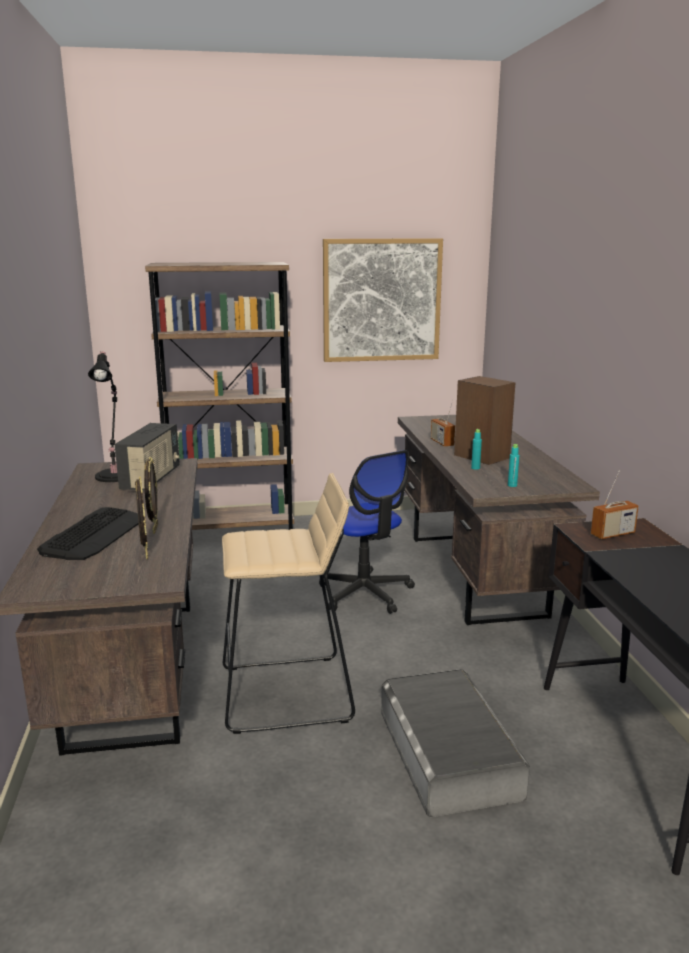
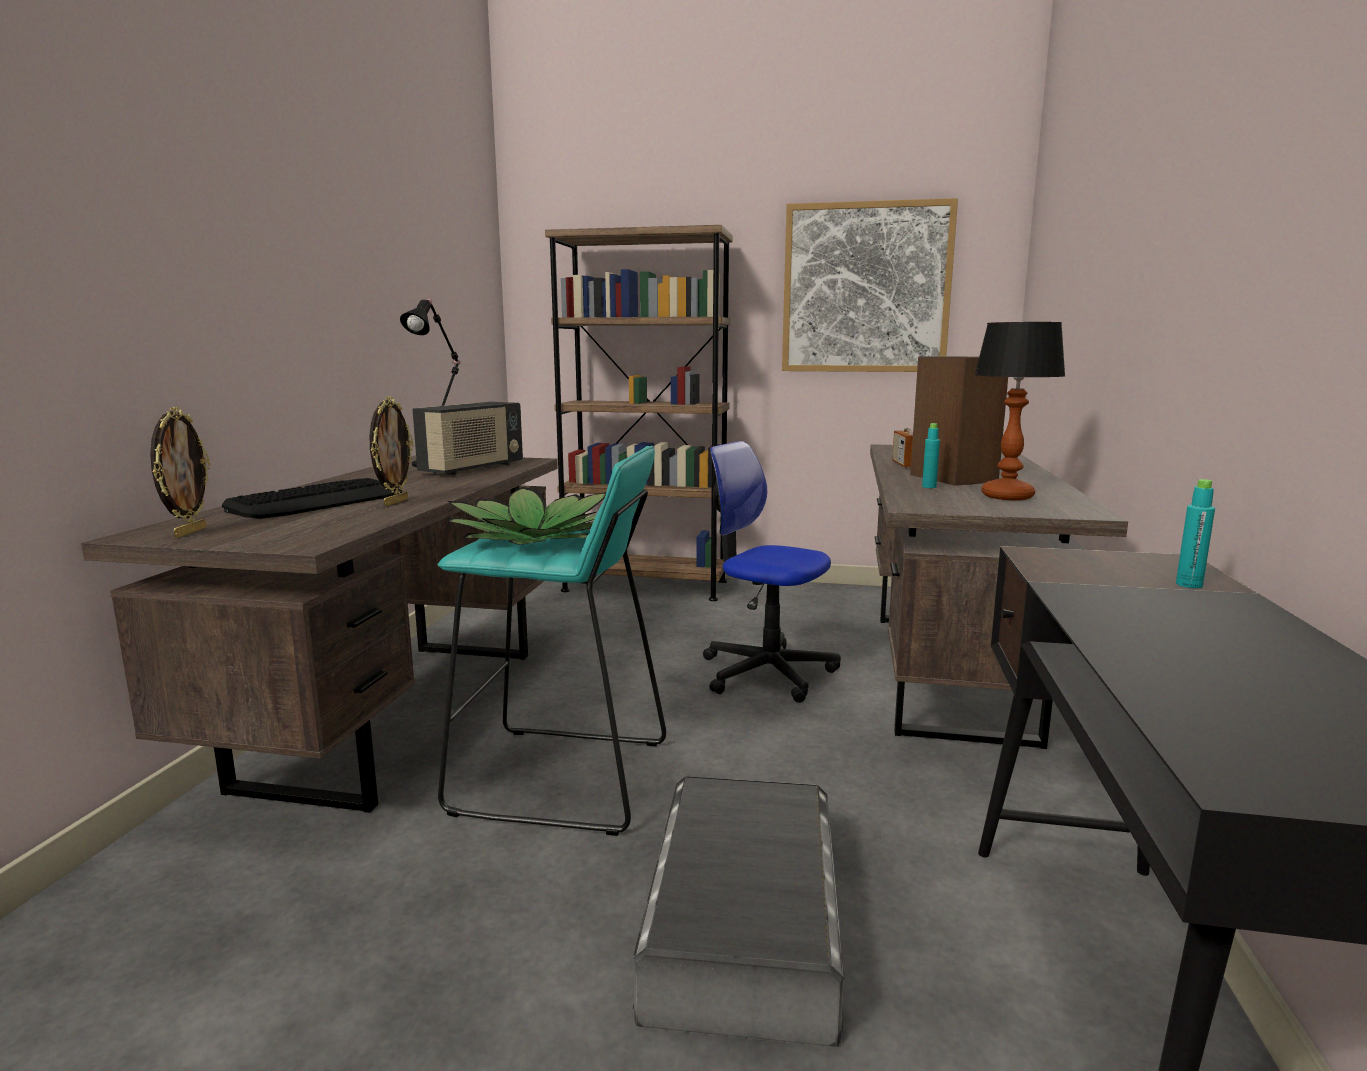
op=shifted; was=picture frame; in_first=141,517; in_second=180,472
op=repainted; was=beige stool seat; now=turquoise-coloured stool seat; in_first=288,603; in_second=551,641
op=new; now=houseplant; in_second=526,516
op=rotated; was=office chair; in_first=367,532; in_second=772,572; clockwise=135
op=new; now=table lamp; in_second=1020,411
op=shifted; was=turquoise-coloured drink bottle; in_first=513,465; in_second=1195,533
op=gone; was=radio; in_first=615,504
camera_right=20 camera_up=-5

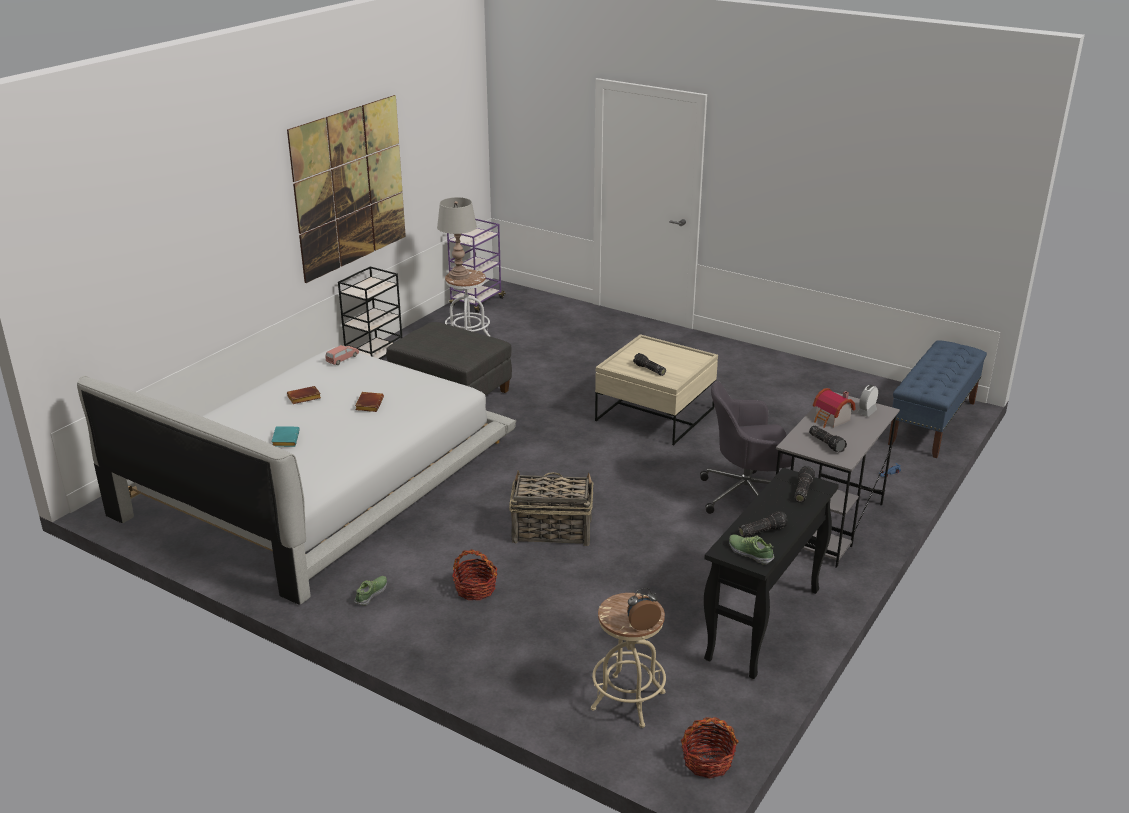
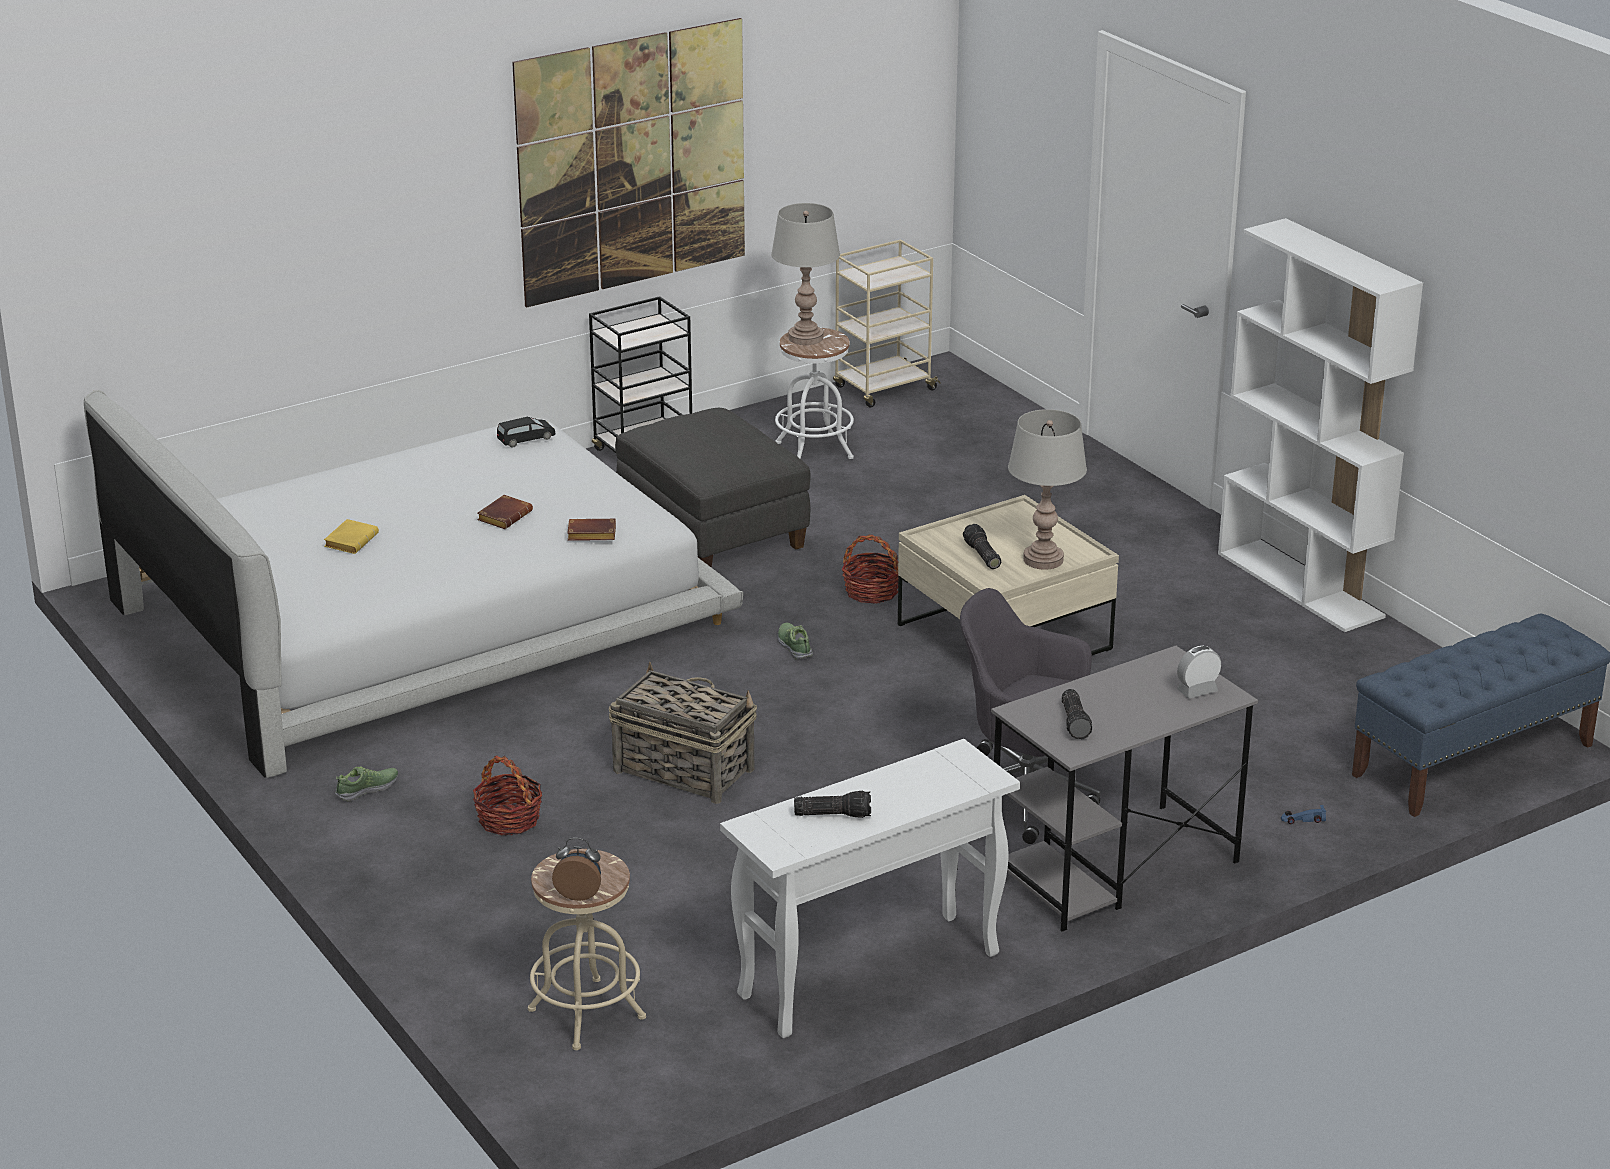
op=repainted; was=turquoise-coloured book; now=yellow-coloured book; in_first=285,436; in_second=351,536
op=repainted; was=pink-coloured miniature car; now=black miniature car; in_first=342,355; in_second=526,432
op=shifted; was=brownish book; in_first=304,395; in_second=591,529
op=repainted; was=black narrow table; now=white narrow table; in_first=771,573; in_second=870,888
op=shifted; was=item of footwear; in_first=751,549; in_second=795,641
op=repainted; was=purplish wheeled cart; now=beige wheeled cart; in_first=476,266; in_second=887,323
op=shifted; was=basket; in_first=710,748; in_second=870,568
op=new; now=greyish table lamp; in_second=1047,489
op=new; now=white bookshelf; in_second=1320,425
op=gone; was=torch; in_first=804,484
op=gone; was=toy house; in_first=834,408
camera_right=25 camera_up=0

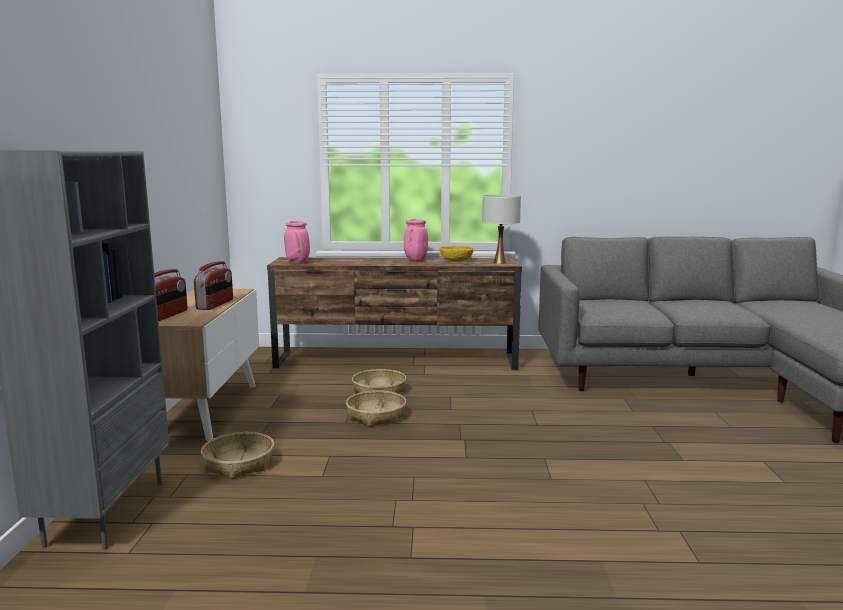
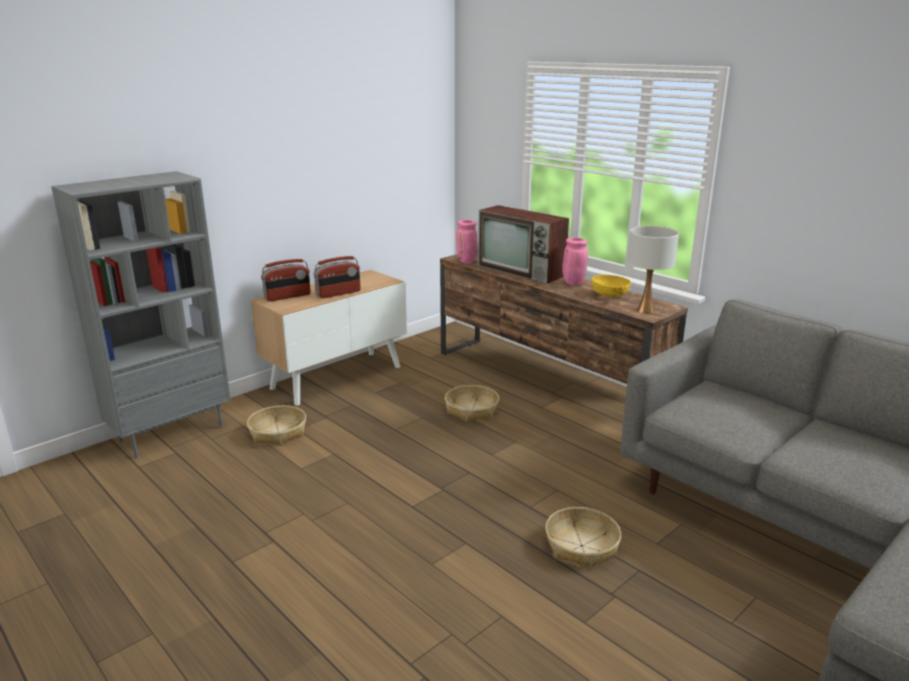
op=new; now=TV; in_second=523,244
op=shifted; was=basket; in_first=376,408; in_second=583,538
camera_right=45 camera_up=10

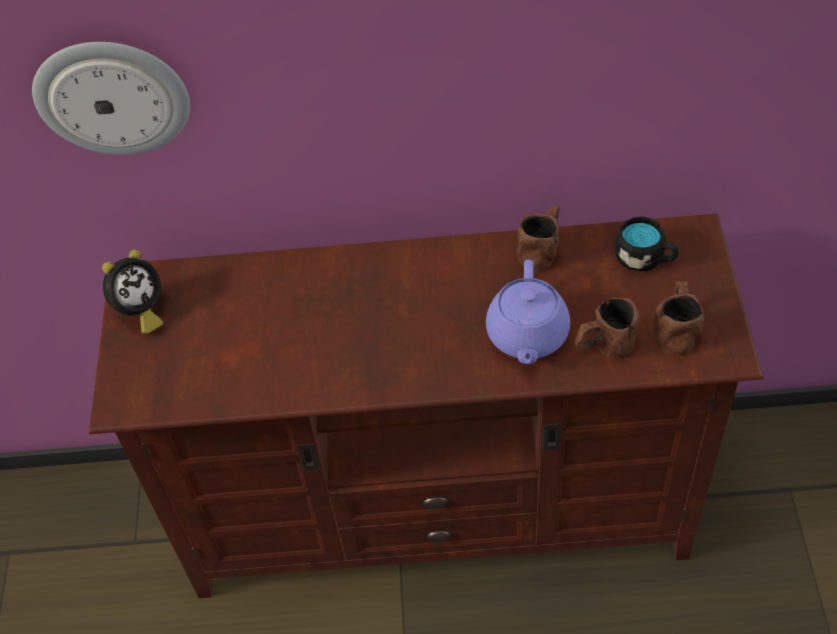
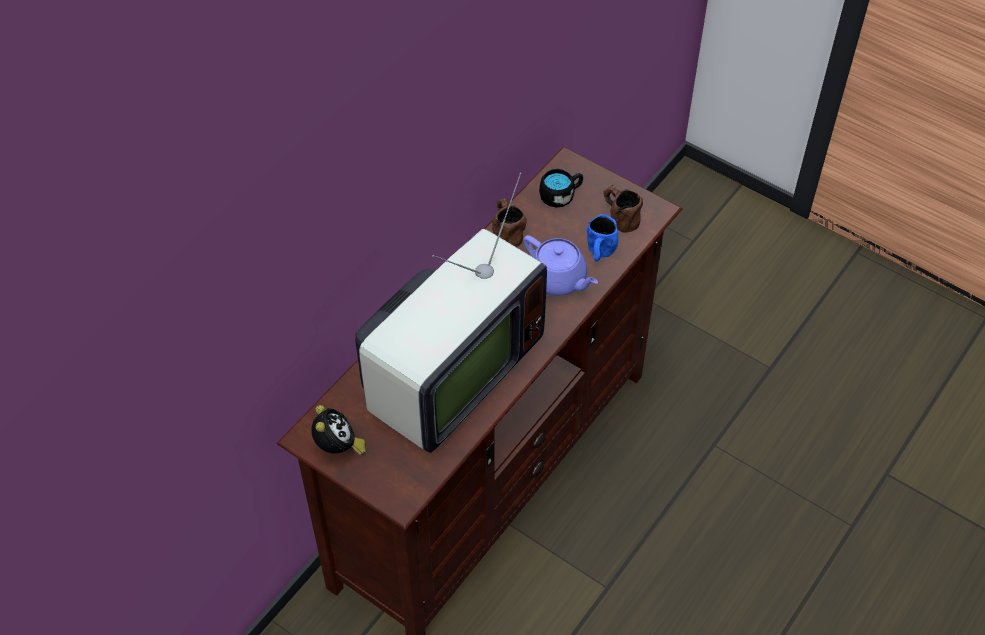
op=new; now=TV; in_second=451,313
op=repainted; was=brownish mug; now=bluish mug; in_first=607,328; in_second=602,237
op=gone; was=clock on the wall; in_first=111,98
camera_right=-55 camera_up=0

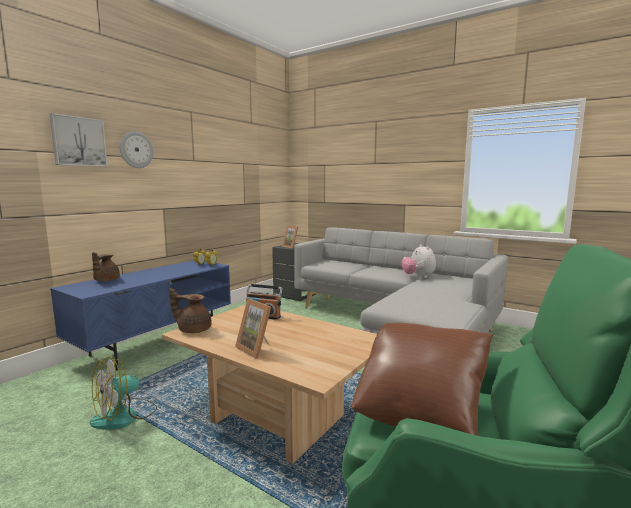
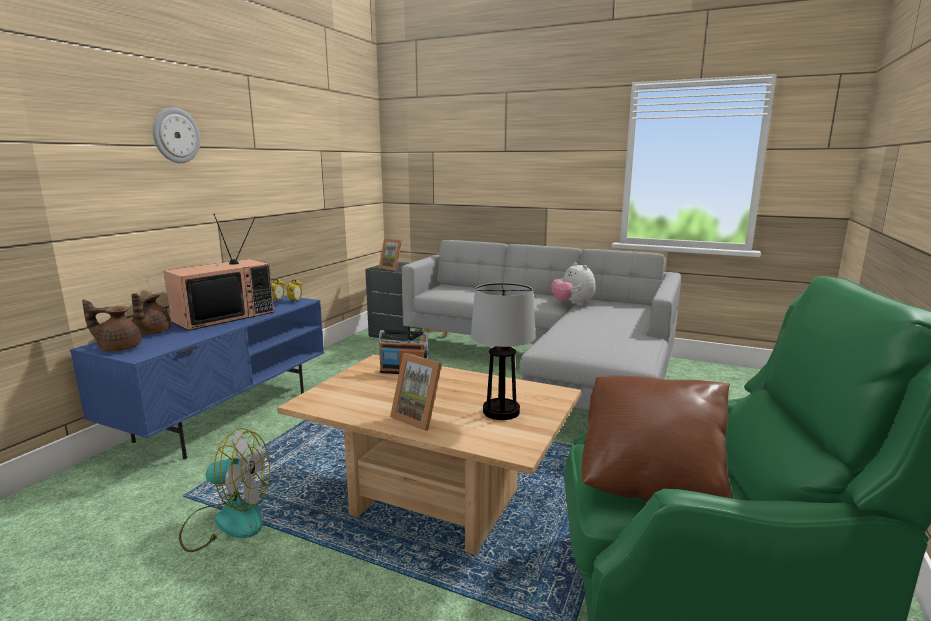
op=shifted; was=brownish teapot; in_first=190,310; in_second=112,325
op=new; now=TV; in_second=218,272
op=rotated; was=fan; in_first=123,392; in_second=224,490; clockwise=-120
op=new; now=table lamp; in_second=503,351
op=gone; was=wall picture; in_first=78,140
camera_right=-10 camera_up=5

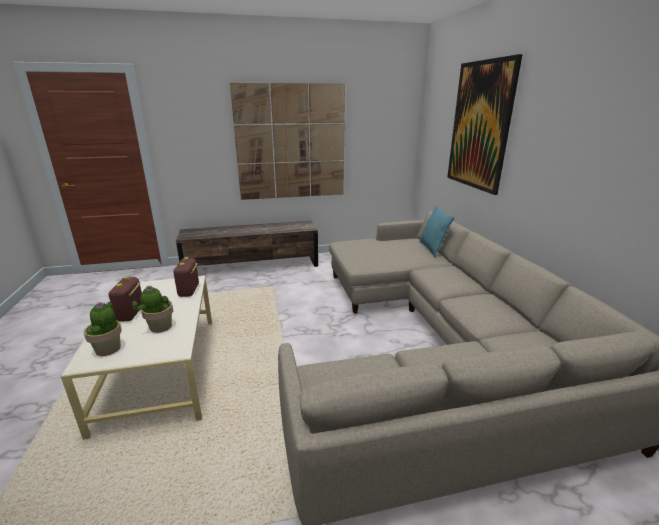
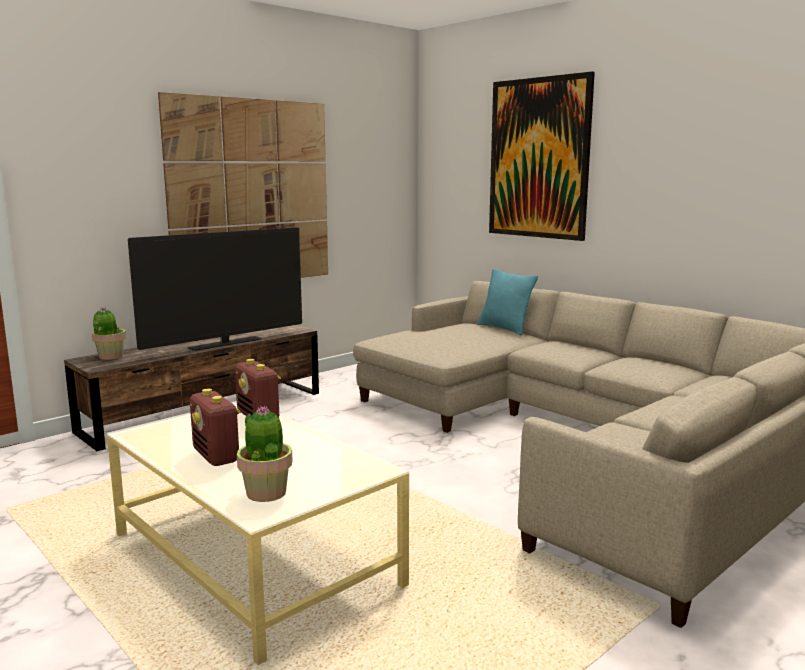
op=shifted; was=houseplant; in_first=152,309; in_second=109,333
op=new; now=TV; in_second=215,289
camera_right=-30 camera_up=-10

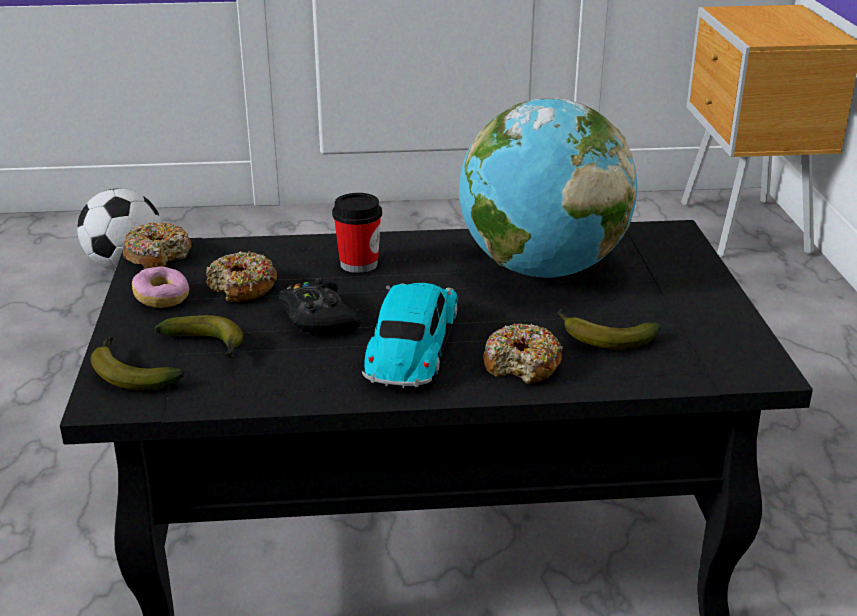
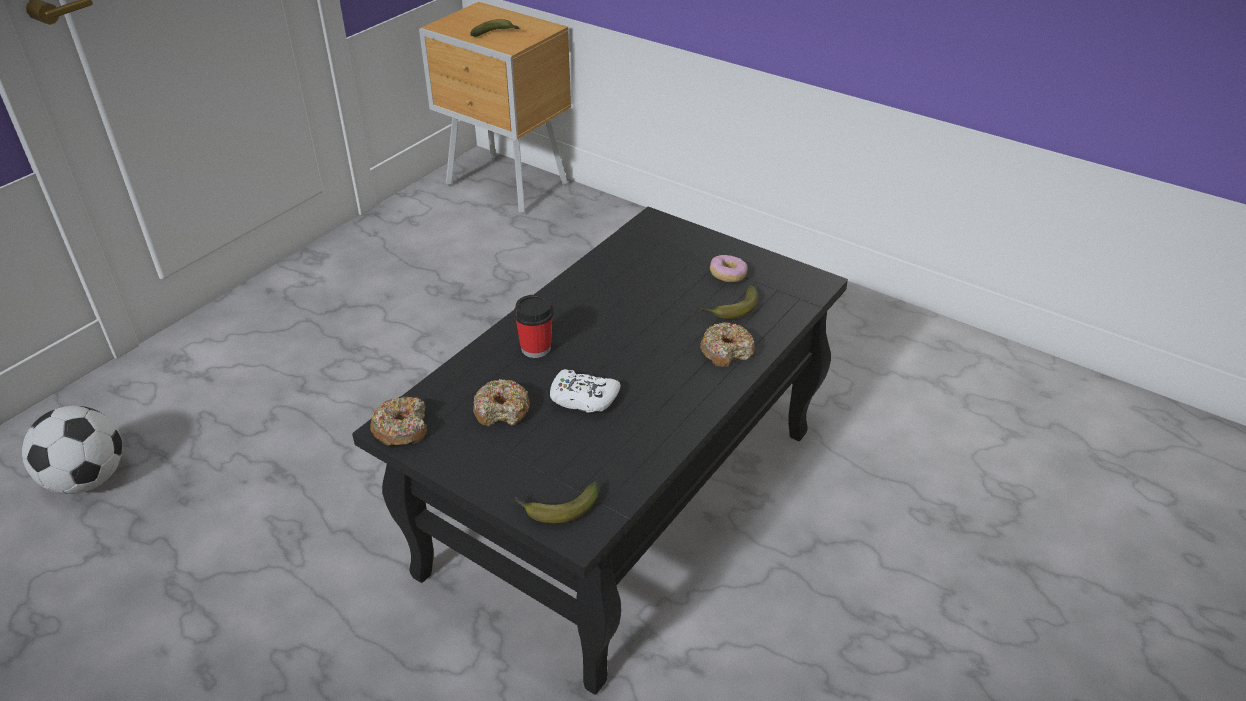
op=shifted; was=whole banana; in_first=198,337; in_second=495,28
op=repainted; was=black game controller; now=white game controller; in_first=319,307; in_second=585,390
op=shifted; was=donut; in_first=160,287; in_second=729,268
op=gone; was=miniature car; in_first=410,335
op=gone; was=desk globe; in_first=548,188
camera_right=-50 camera_up=10

